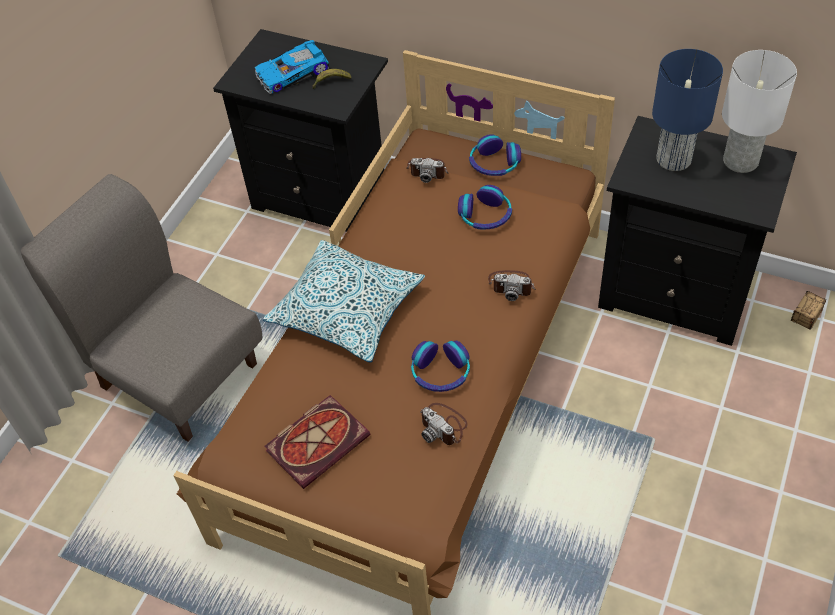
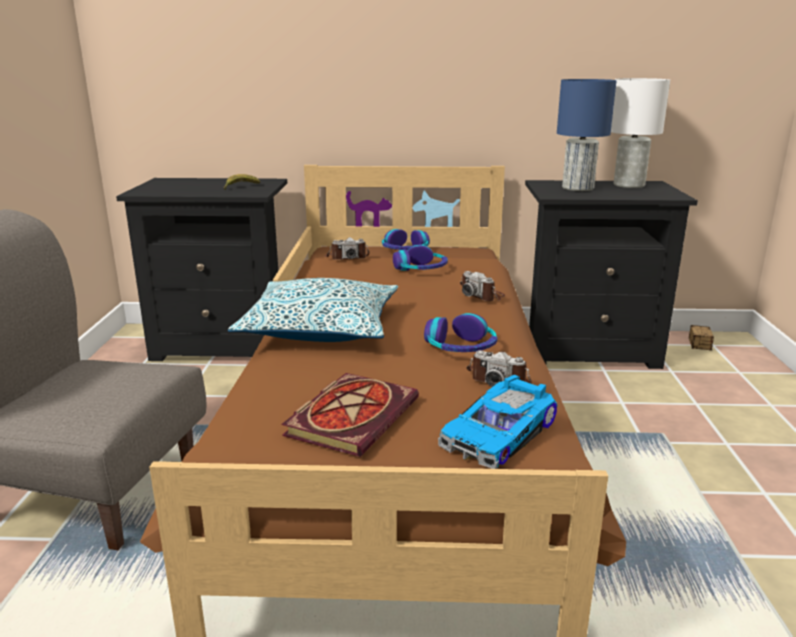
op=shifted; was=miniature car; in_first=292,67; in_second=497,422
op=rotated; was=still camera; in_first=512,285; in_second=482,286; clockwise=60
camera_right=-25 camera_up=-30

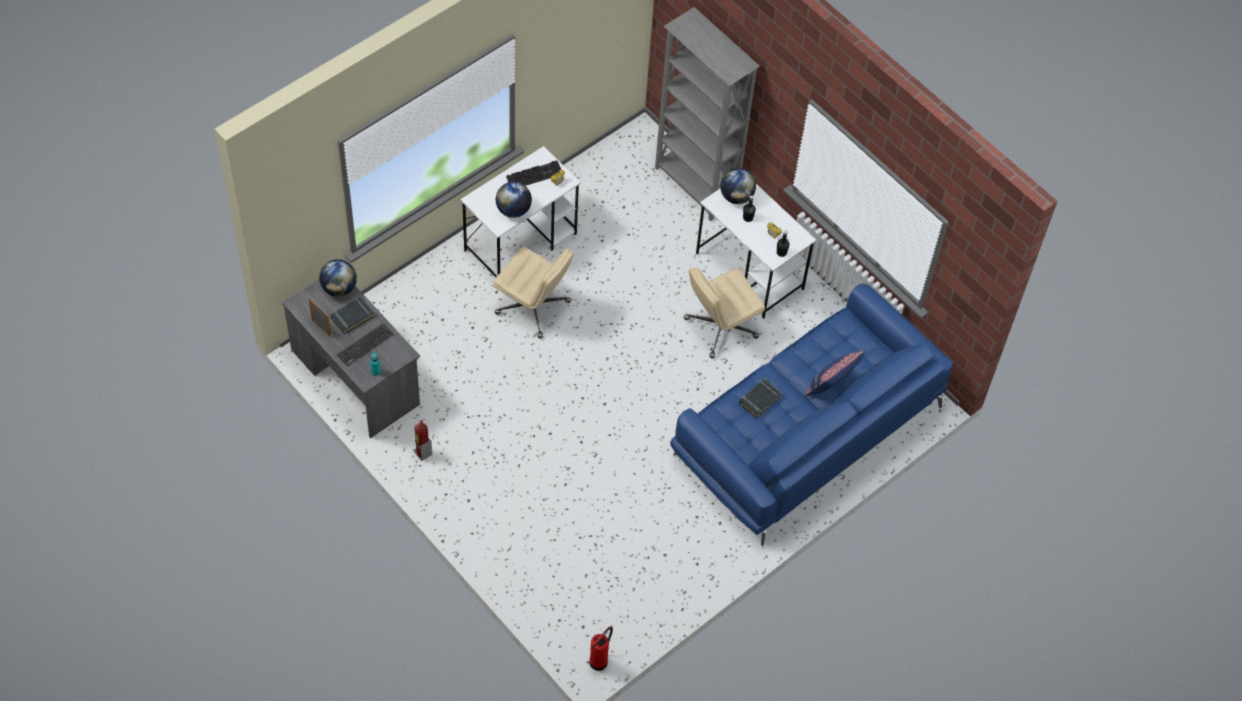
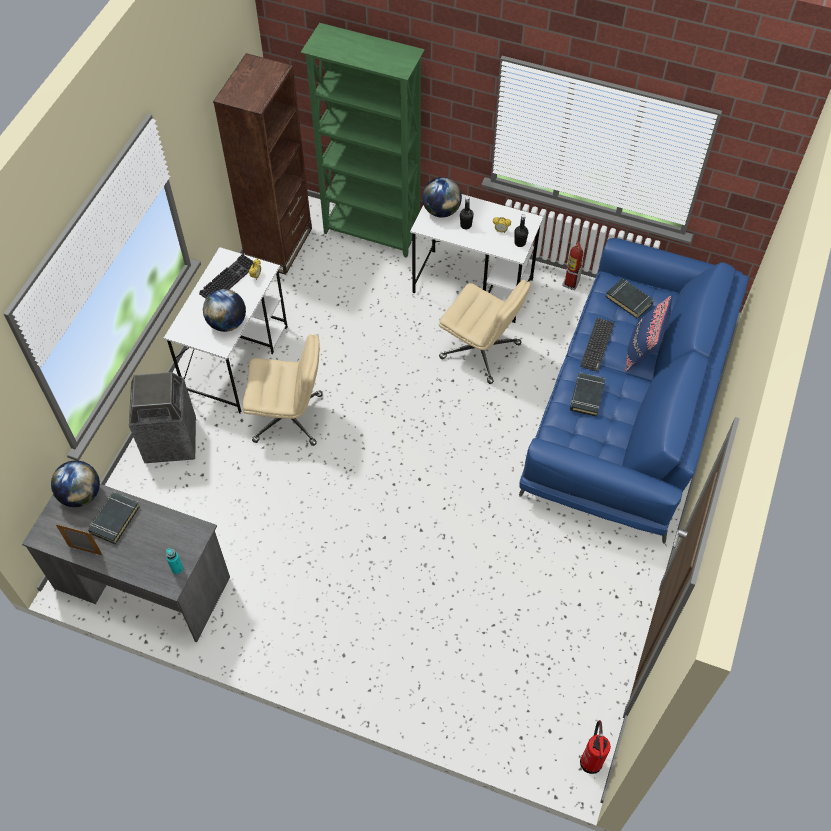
op=new; now=trash can; in_second=162,417
op=new; now=brownish bookshelf; in_second=262,164
op=repainted; was=greyish bookshelf; now=green-coloured bookshelf; in_first=707,114; in_second=362,140
op=rotated; was=beige office chair; in_first=724,312; in_second=485,332; clockwise=-90
op=shifted; was=fire-fighting cylinder; in_first=423,440; in_second=572,266
op=shifted; was=PC keyboard; in_first=365,344; in_second=597,345
op=new; now=black book; in_second=630,298
camera_right=-25 camera_up=0

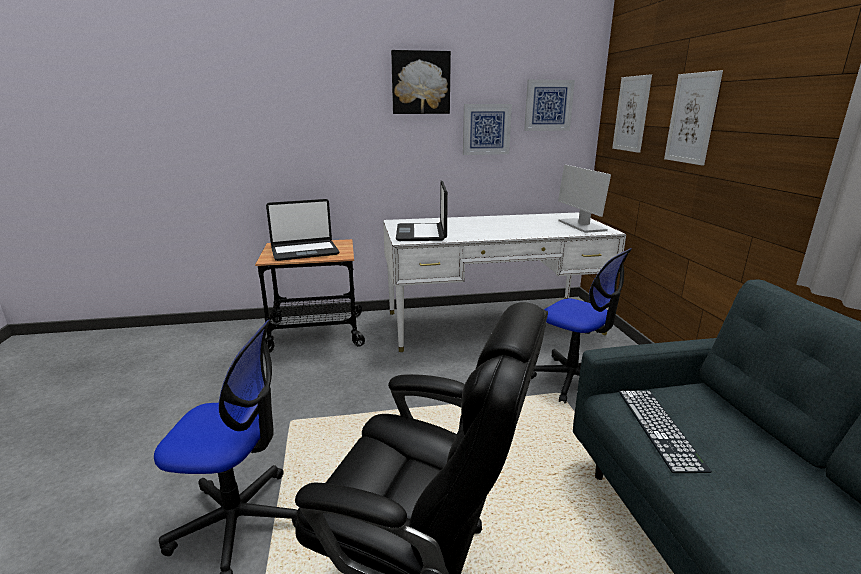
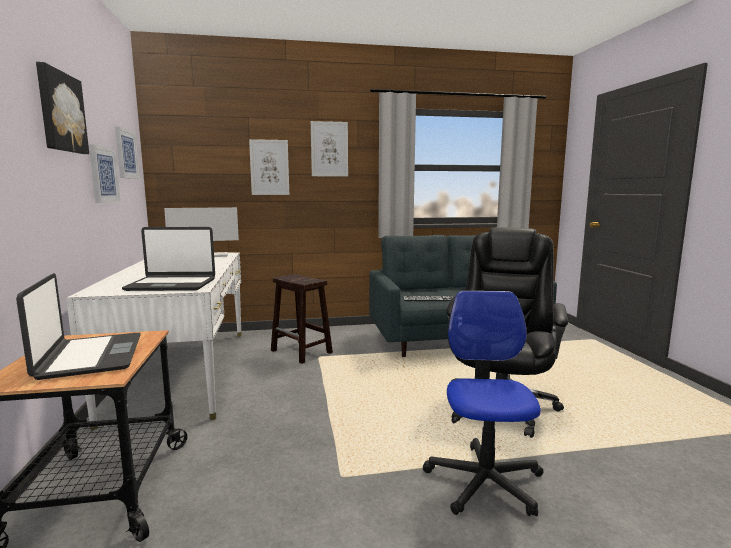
op=swapped; was=office chair; now=brownish stool seat; in_first=581,325; in_second=302,319
op=shifted; was=wall picture; in_first=632,113; in_second=329,149
camera_right=-90 camera_up=-10

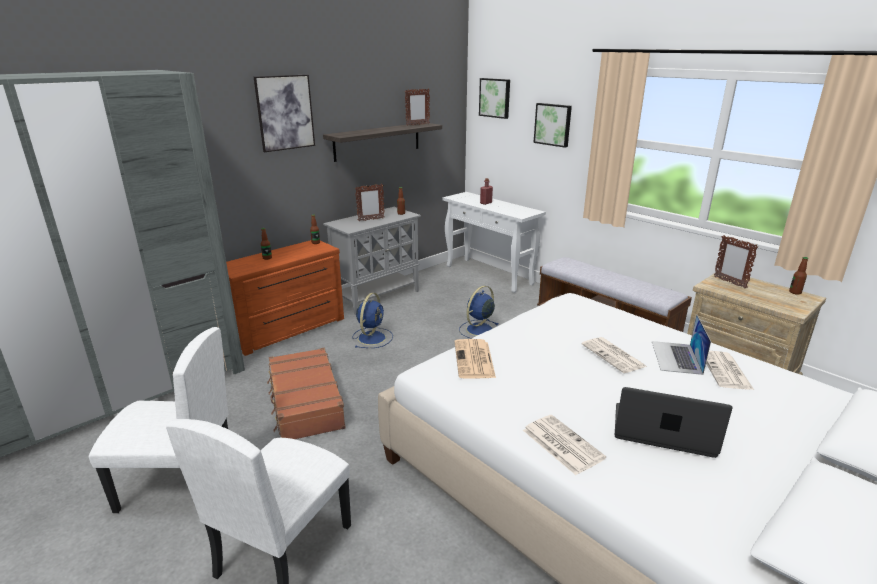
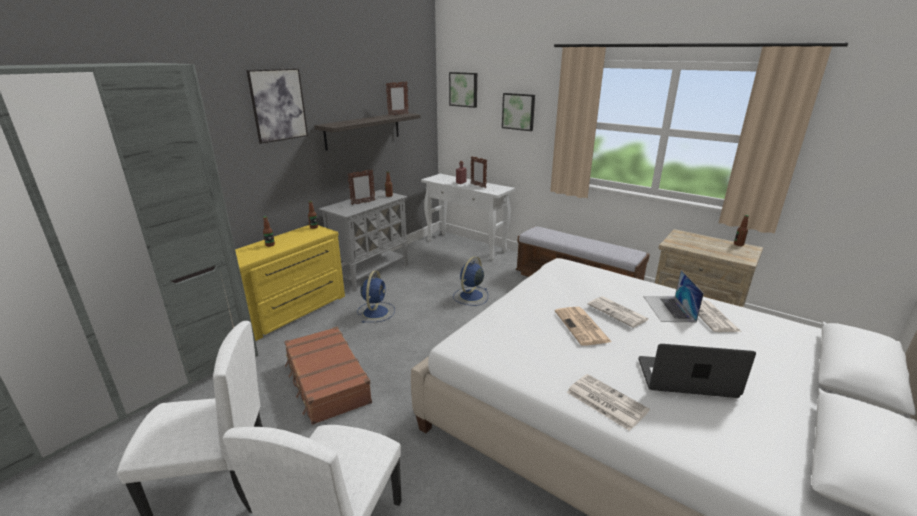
op=repainted; was=brownish drawer chest; now=yellow-coloured drawer chest; in_first=285,298; in_second=290,283
op=shifted; was=picture frame; in_first=736,262; in_second=479,172
op=shifted; was=daily paper; in_first=475,359; in_second=583,326
camera_right=-10 camera_up=0

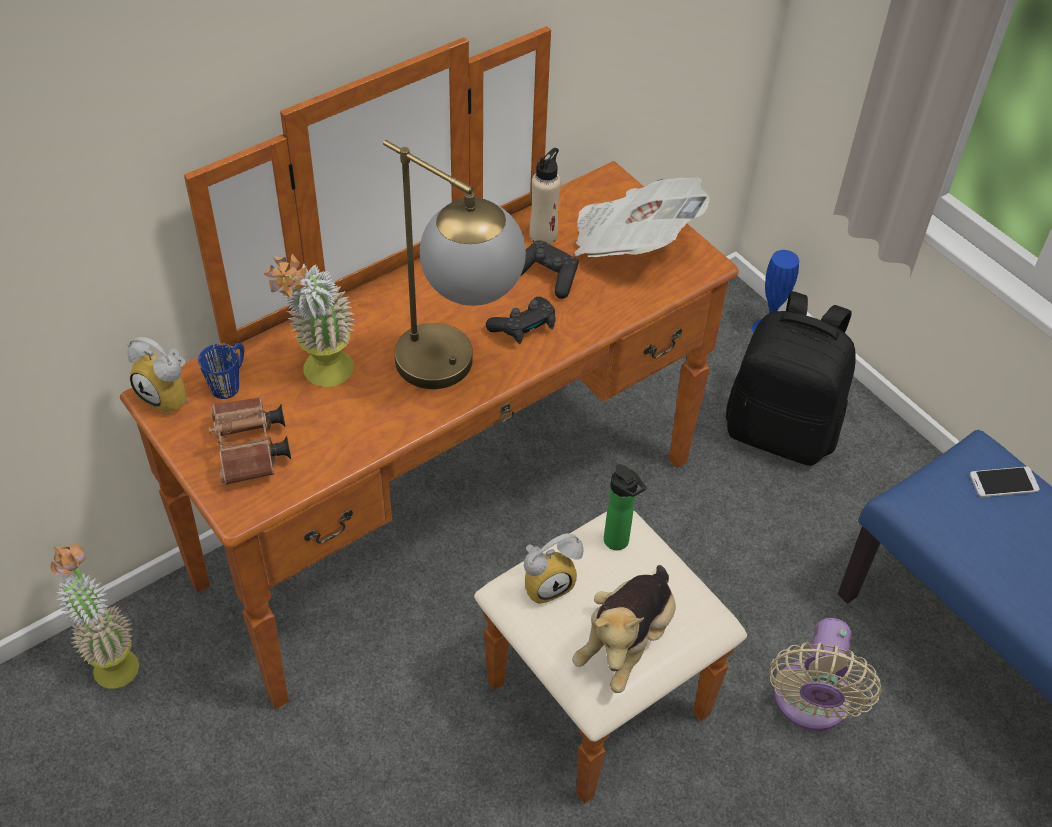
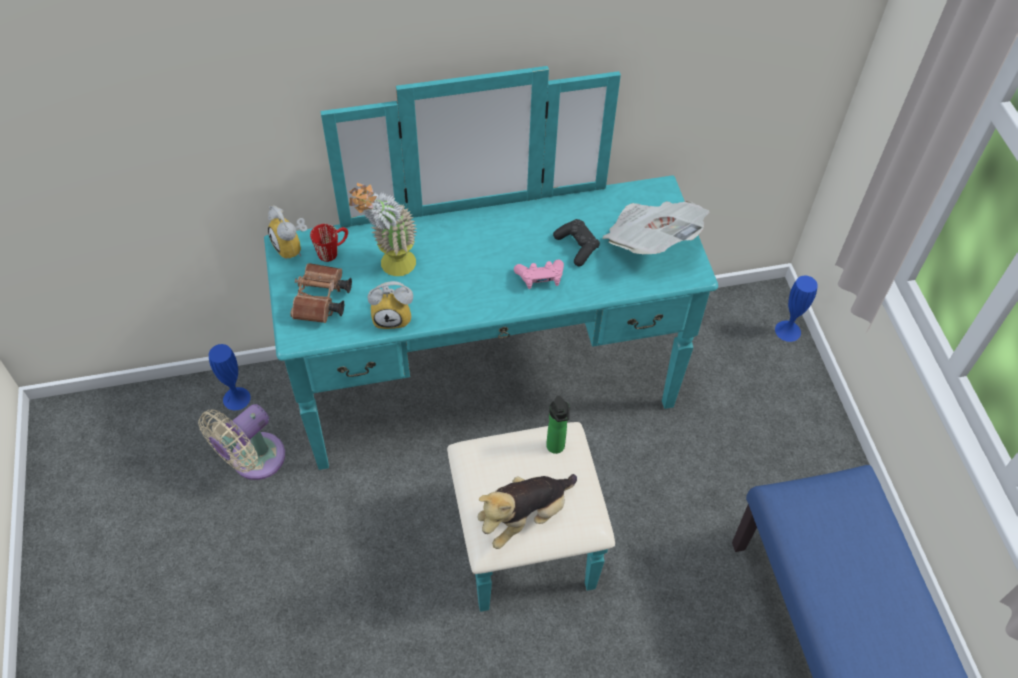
op=shifted; was=beige fan; in_first=825,674; in_second=241,442
op=swapped; was=houseplant; now=bluish vase; in_first=95,616; in_second=230,377
op=repainted; was=brownish drawer chest; now=turquoise-coloured drawer chest; in_first=433,415; in_second=491,339
op=repainted; was=bluish mug; now=reddish mug; in_first=221,371; in_second=329,243
op=shifted; was=alarm clock; in_first=554,568; in_second=390,305
op=repainted; was=black game controller; now=pink-coloured game controller; in_first=521,320; in_second=539,274
op=gone; was=table lamp; in_first=454,264
op=gone; was=beige drink bottle; in_first=545,196
op=gone; was=black knapsack; in_first=791,378
op=gone; was=phone; in_first=1005,482
camera_right=25 camera_up=5

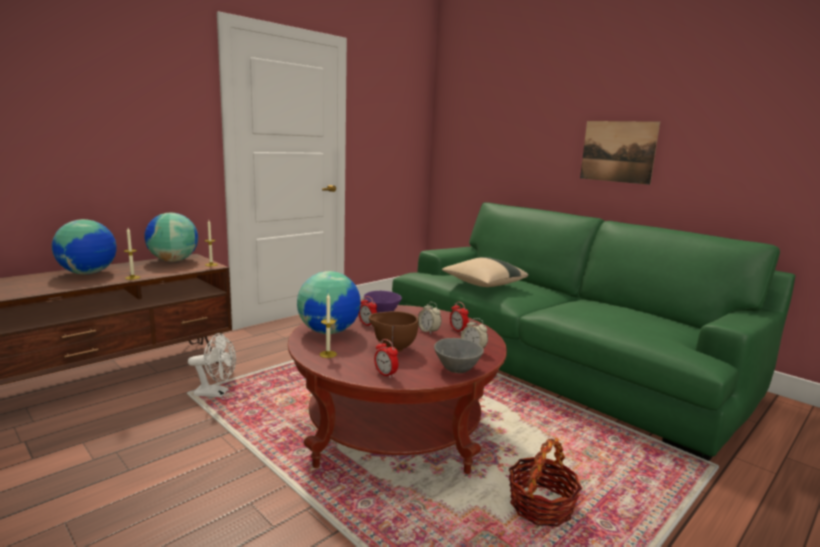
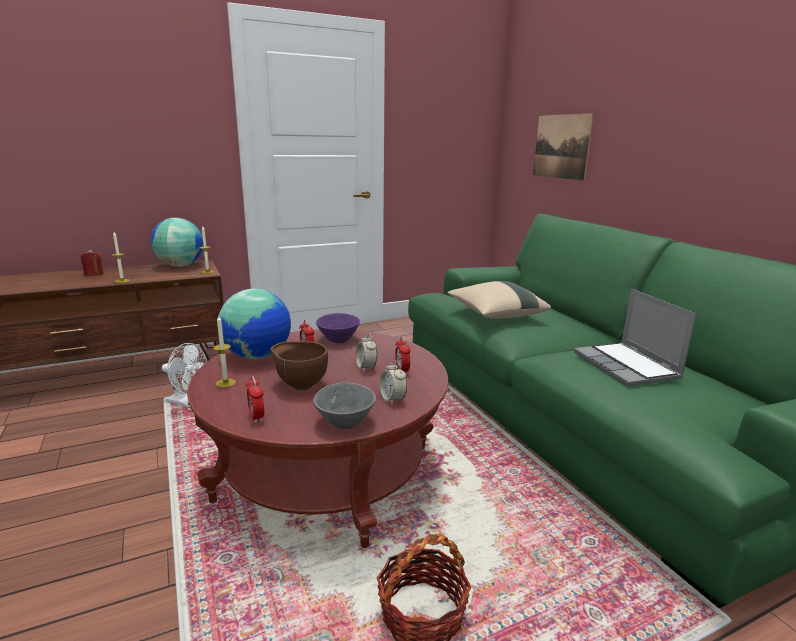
op=swapped; was=desk globe; now=reddish wax candle; in_first=84,246; in_second=92,262
op=shifted; was=wall picture; in_first=620,153; in_second=563,147
op=new; now=portable computer; in_second=635,337
camera_right=20 camera_up=5

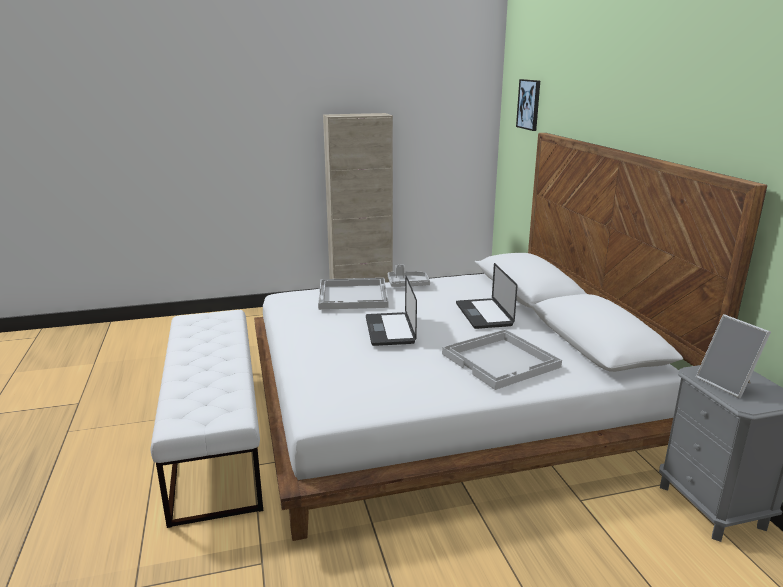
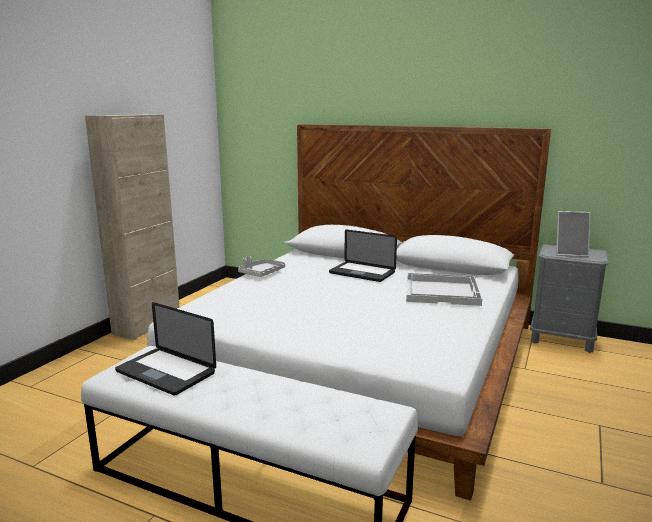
op=shifted; was=portable computer; in_first=391,310; in_second=165,349
op=gone; was=white serving tray; in_first=353,294
op=gone; was=wall picture; in_first=528,105
camera_right=-50 camera_up=-5

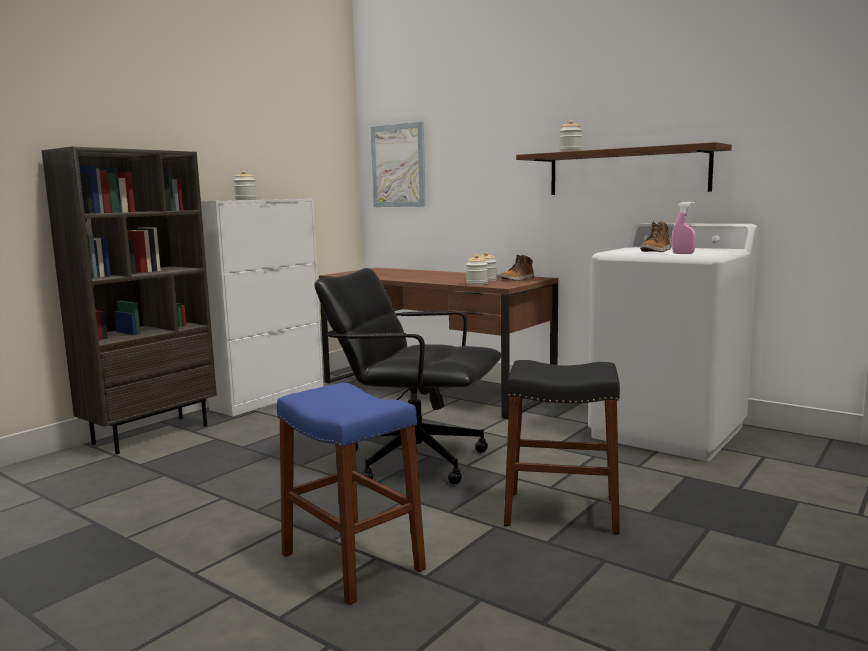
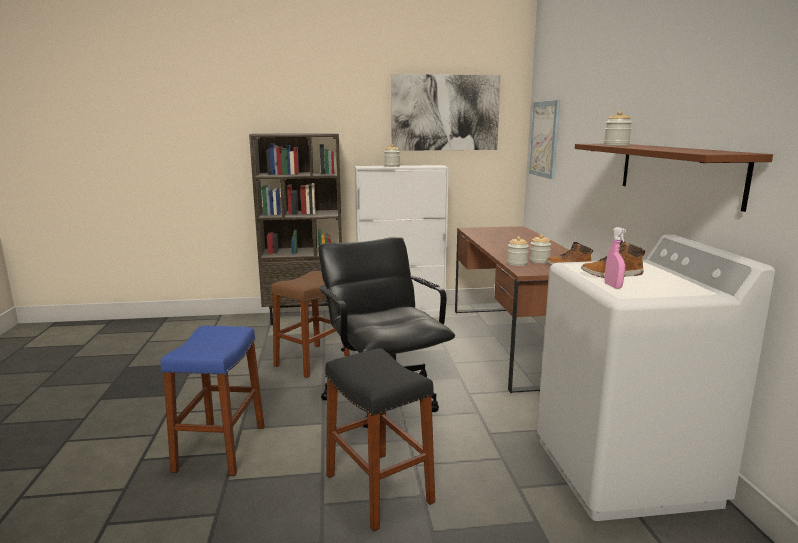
op=new; now=brownish stool seat; in_second=310,324
op=new; now=wall picture; in_second=446,112
camera_right=45 camera_up=5

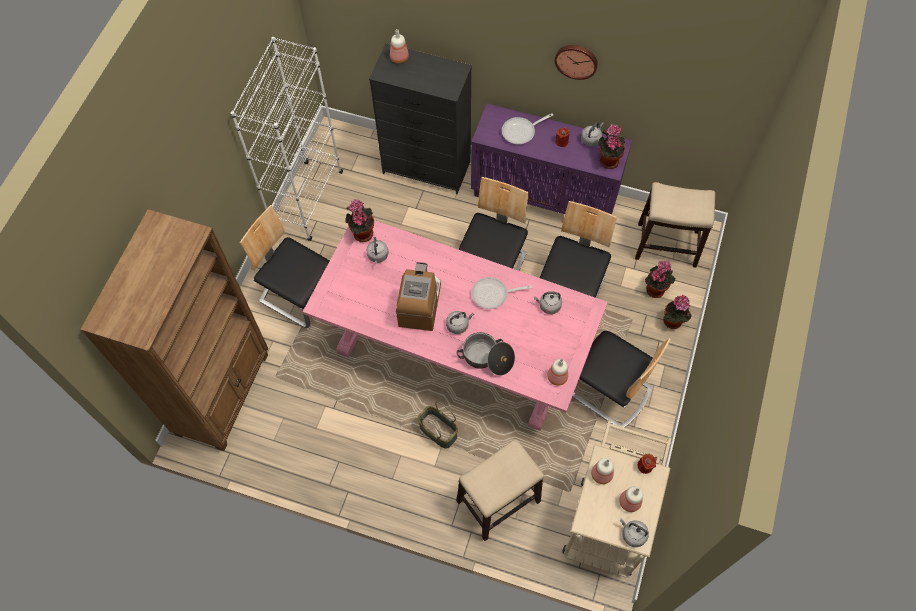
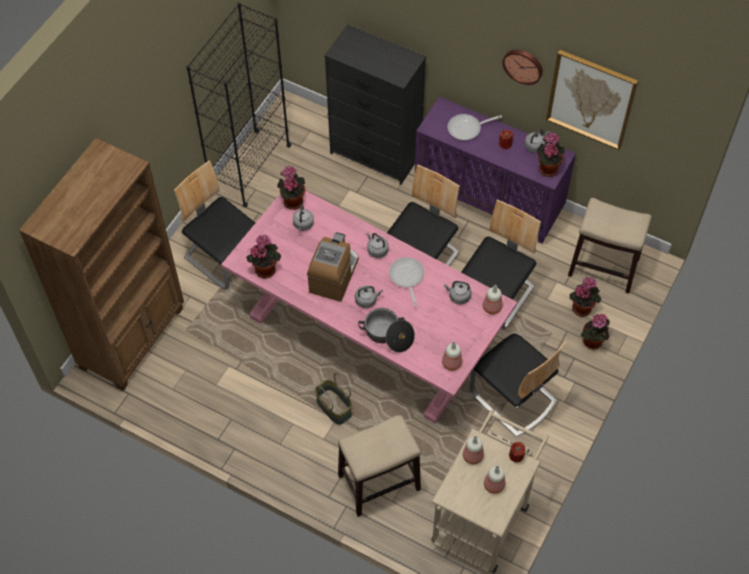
op=repainted; was=white bookshelf; now=black bookshelf; in_first=287,139; in_second=238,105
op=new; now=houseplant; in_second=263,256
op=shifted; was=greyish tea kettle; in_first=634,533; in_second=377,245
op=rotated; was=skillet; in_first=501,293; in_second=406,281; clockwise=75
op=shifted; was=drink bottle; in_first=399,46; in_second=492,299
op=new; now=wall picture; in_second=592,100
camera_right=10 camera_up=-5

